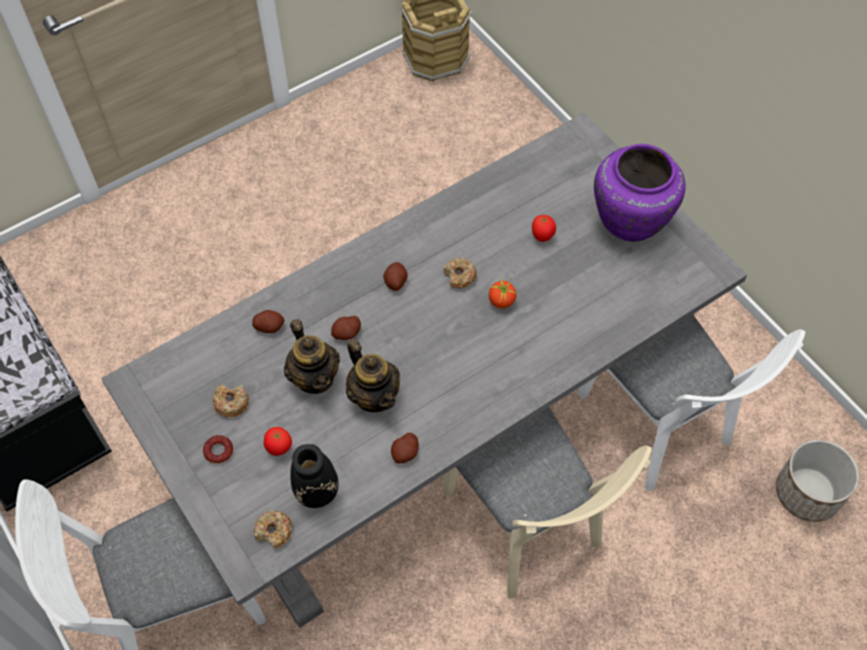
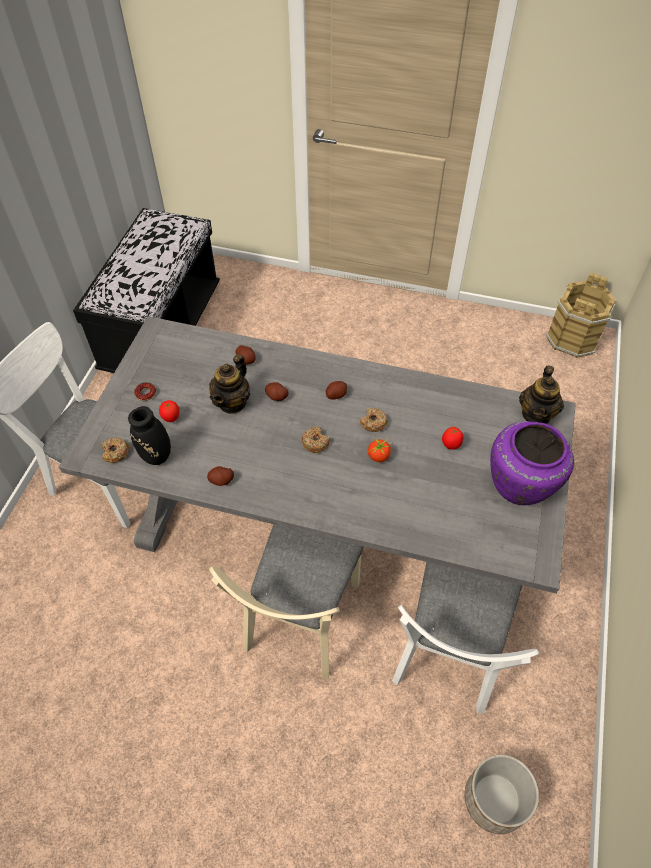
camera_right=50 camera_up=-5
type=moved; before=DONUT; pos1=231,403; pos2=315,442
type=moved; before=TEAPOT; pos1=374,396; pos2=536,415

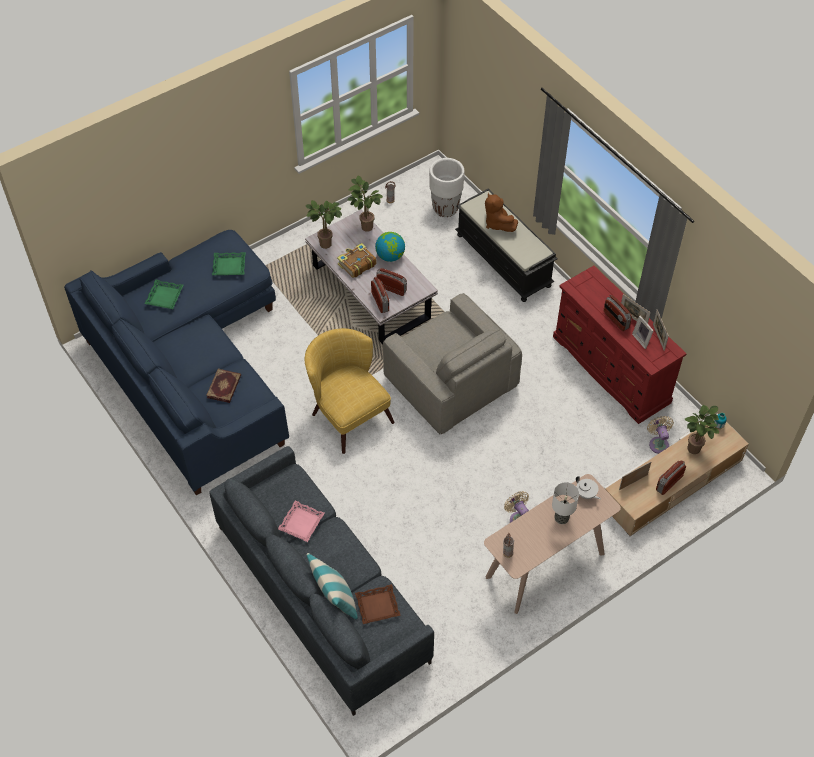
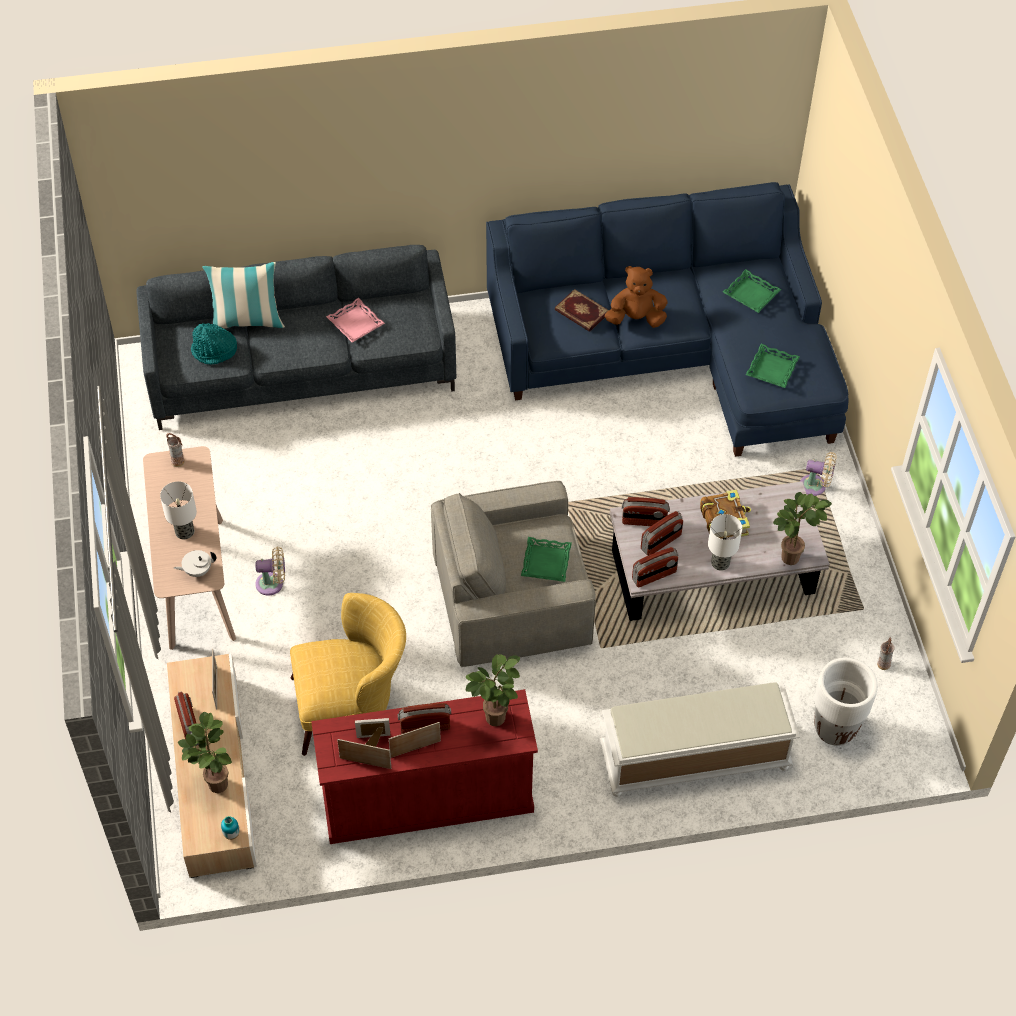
camera_right=115 camera_up=0
type=replaced; before=BROWN TRAY; after=TURQUOISE HAT; pos1=377,606; pos2=214,351
type=moved; before=YELLOW ARMCHAIR; pos1=347,413; pos2=352,707
type=moved; before=POTTED PLANT; pos1=327,243; pos2=495,721
type=added; after=GREEN TRAY; pos2=546,562
type=recoloured; before=BLACK BENCH; after=WHITE BENCH; pos1=504,260; pos2=693,759
type=moved; before=BROWN PLUSH TOY; pos1=497,223; pos2=636,318
type=added; after=RADIO; pos2=654,576
type=replaced; before=GLOBE; after=TABLE LAMP; pos1=390,256; pos2=720,563
type=moved; before=BEIGE FAN; pos1=658,443; pos2=815,486

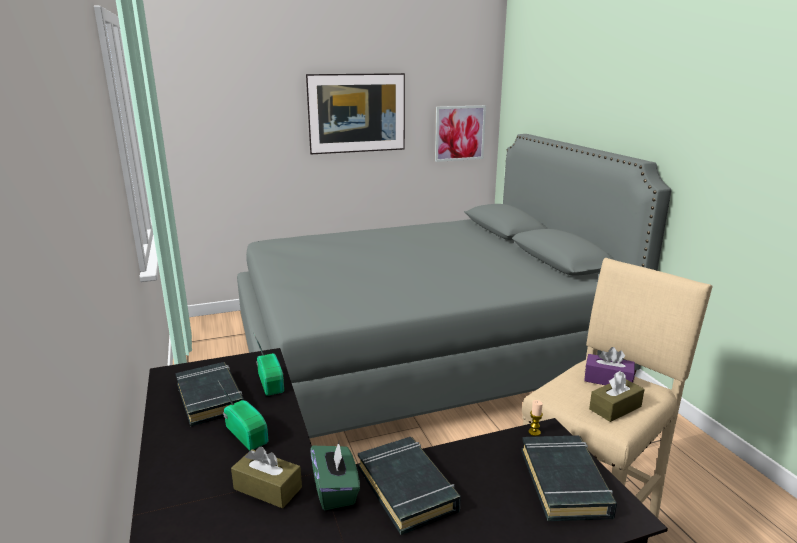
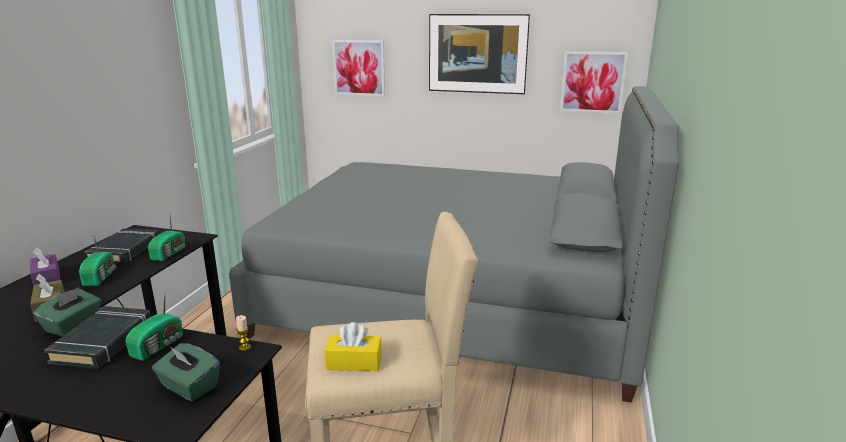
camera_right=35 camera_up=0
type=moved; before=PURPLE TISSUE BOX; pos1=608,380; pos2=47,279
type=added; after=RADIO; pos2=159,345
type=replaced; before=BLACK BOOK; after=GREEN TISSUE BOX; pos1=565,482; pos2=189,387
type=recoloured; before=BROWN TISSUE BOX; after=YELLOW TISSUE BOX; pos1=615,408; pos2=354,362
type=added; after=PICTURE; pos2=359,68

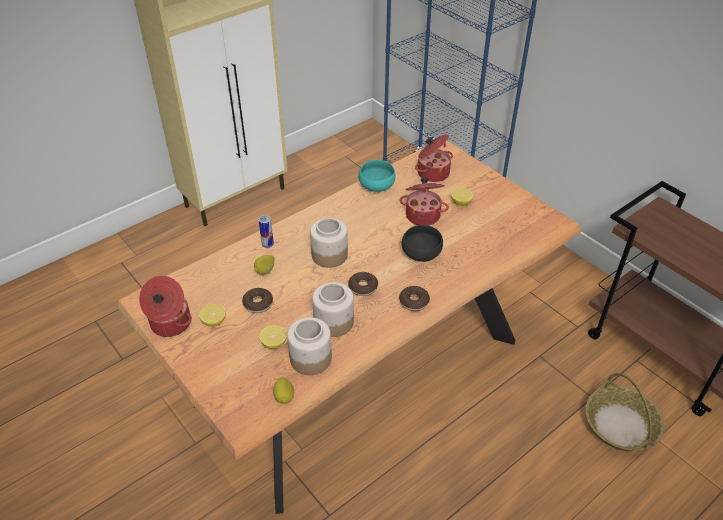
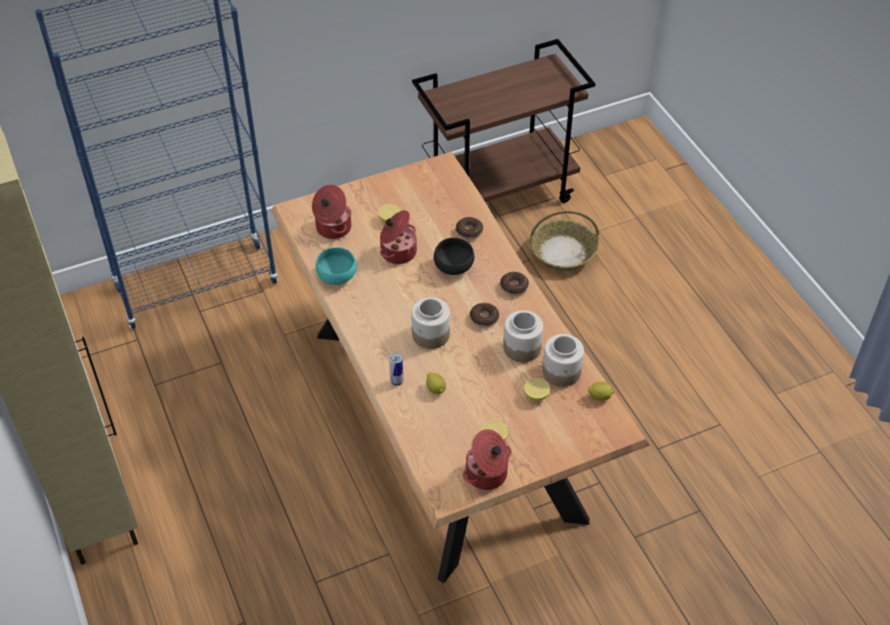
camera_right=-75 camera_up=5
type=moved; before=DONUT; pos1=258,304; pos2=469,231

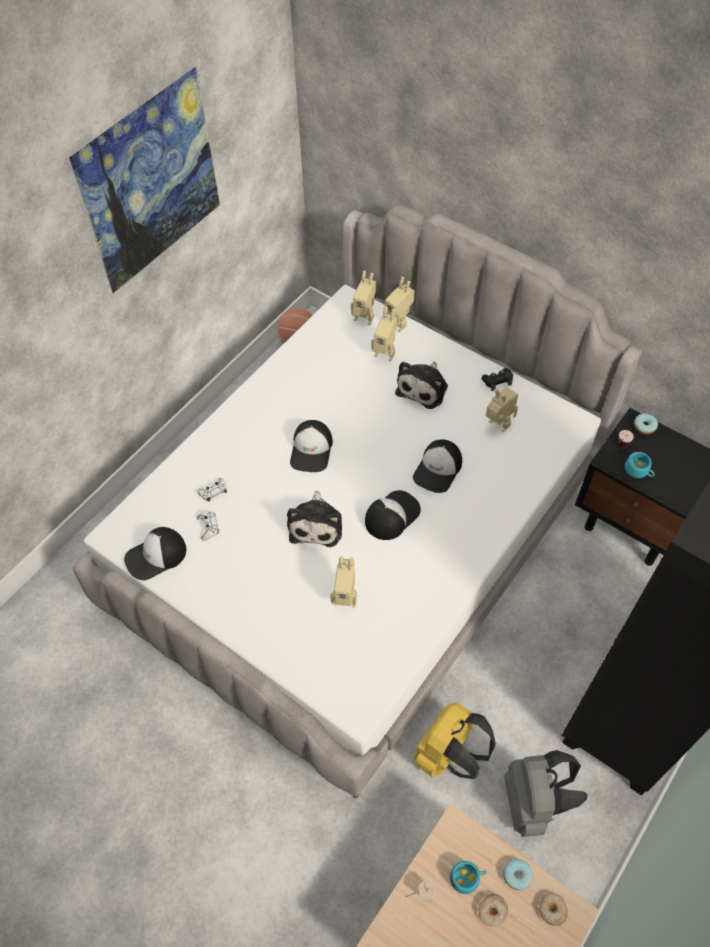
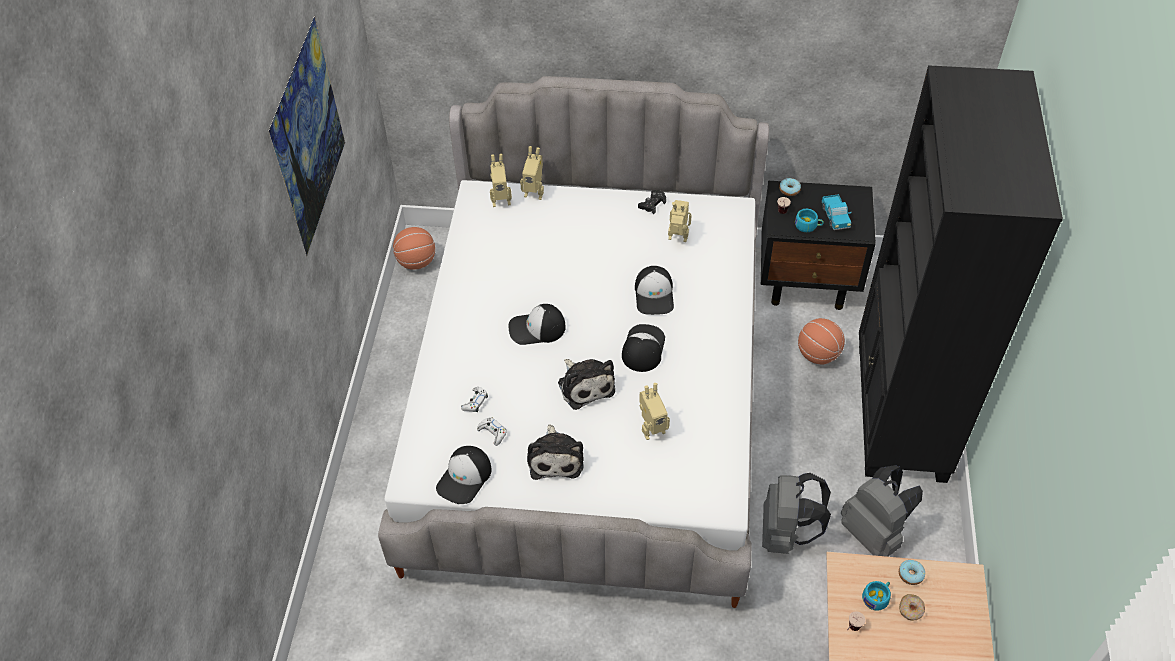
camera_right=-30 camera_up=-5
type=turned; before=CAP; pos1=312,450; pos2=536,329; turn=105
type=moved; before=PLUSH TOY; pos1=423,387; pos2=555,457
type=recoloured; before=YELLOW BACKPACK; after=GREY BACKPACK; pos1=449,755; pos2=786,533
type=added; after=BASKETBALL; pos2=818,354
type=added; after=TOY TRUCK; pos2=835,218
type=removed; before=TOY ROBOT; pos1=385,352
type=removed; before=DONUT; pos1=551,910

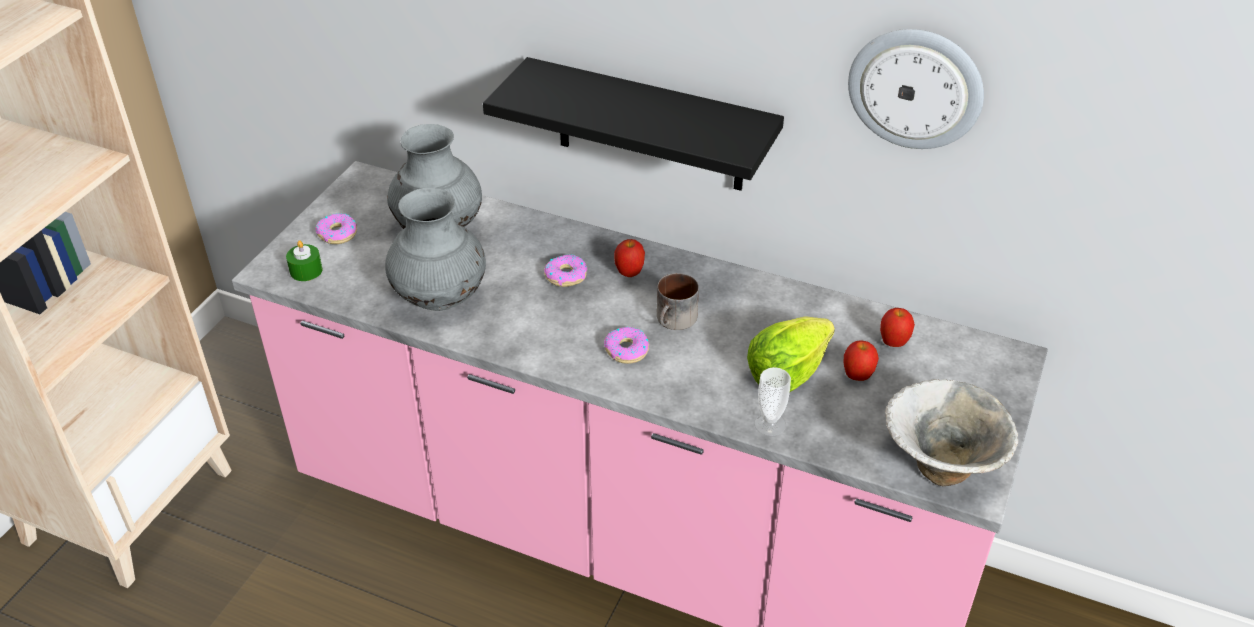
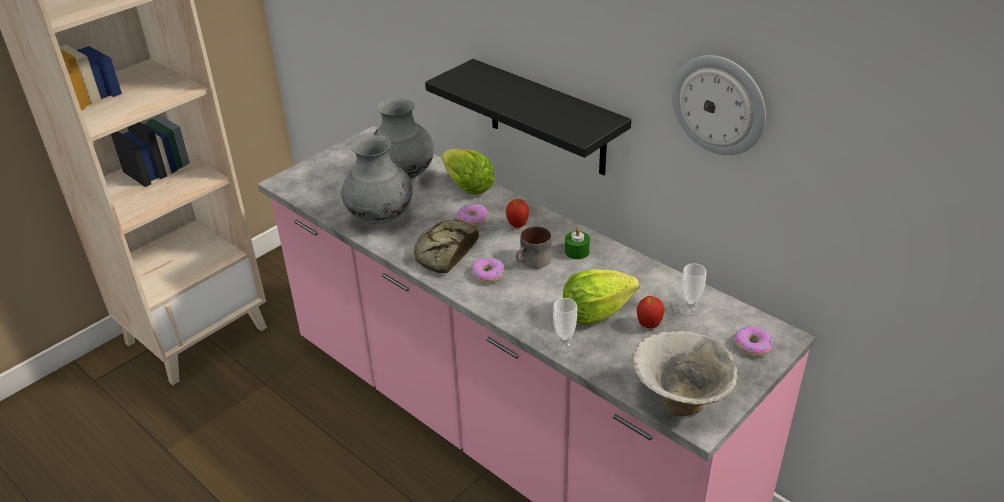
camera_right=20 camera_up=-5
type=added; after=BREAD; pos2=445,253
type=added; after=LETTUCE; pos2=467,186
type=moved; before=GREEN CANDLE; pos1=306,270; pos2=577,251
type=replaced; before=APPLE; after=CUP; pos1=893,343; pos2=689,308
type=moved; before=DONUT; pos1=337,234; pos2=752,345

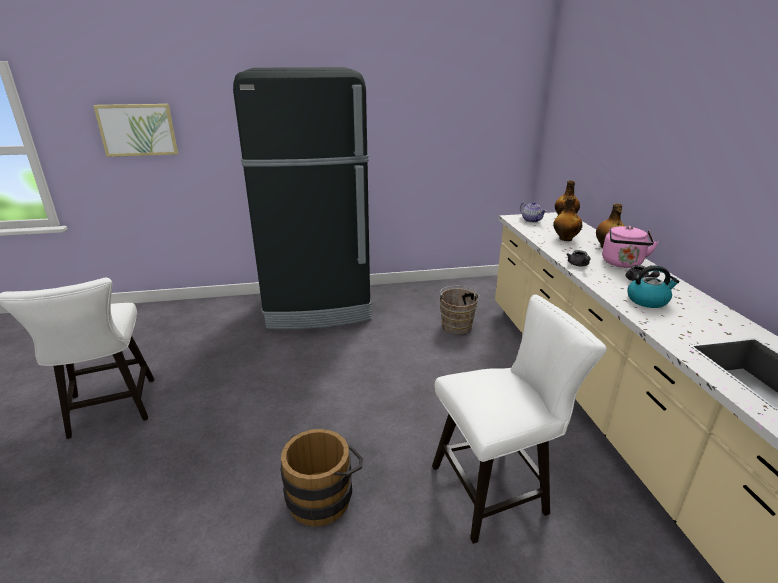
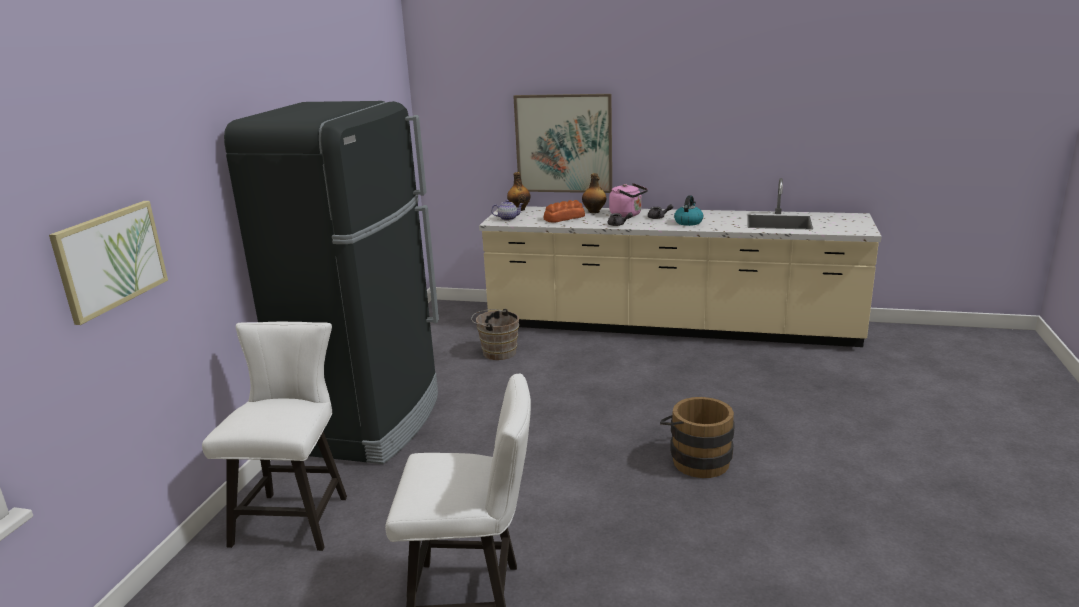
camera_right=-65 camera_up=-5
type=moved; before=WHITE CHAIR; pos1=496,489; pos2=295,516
type=added; after=PICTURE; pos2=563,143
type=replaced; before=BOTTLE; after=BREAD; pos1=565,239; pos2=563,218

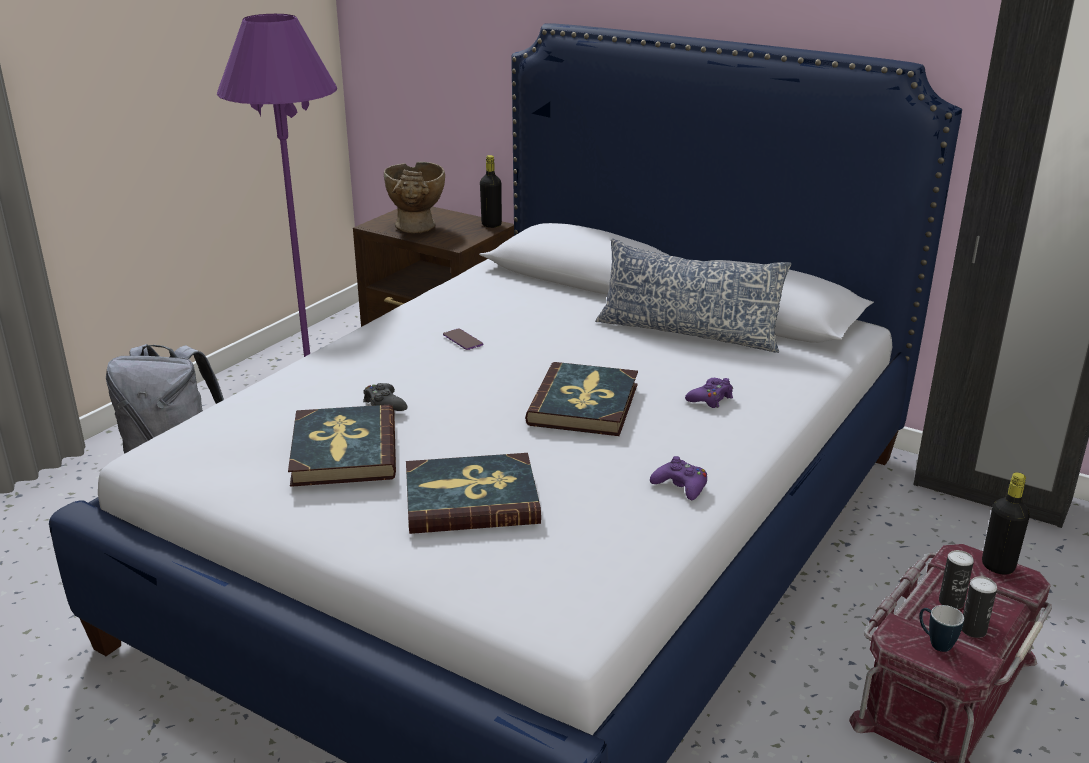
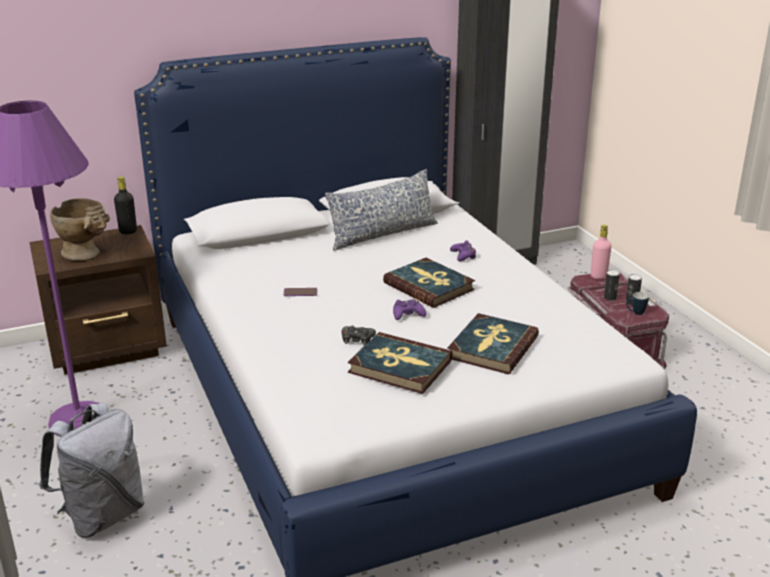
camera_right=-55 camera_up=0
type=moved; before=PURPLE GAME CONTROLLER; pos1=681,486; pos2=408,314
type=recoloured; before=BLACK BOTTLE; after=PINK BOTTLE; pos1=998,566; pos2=598,276

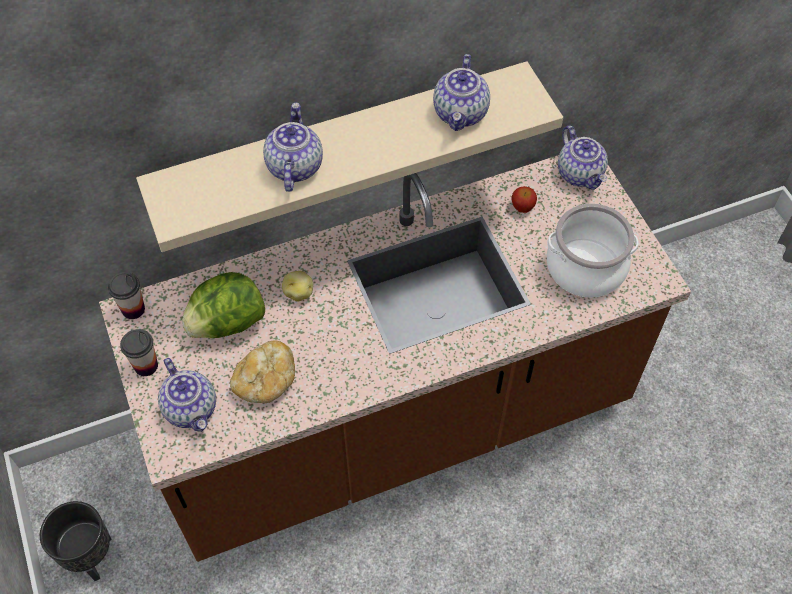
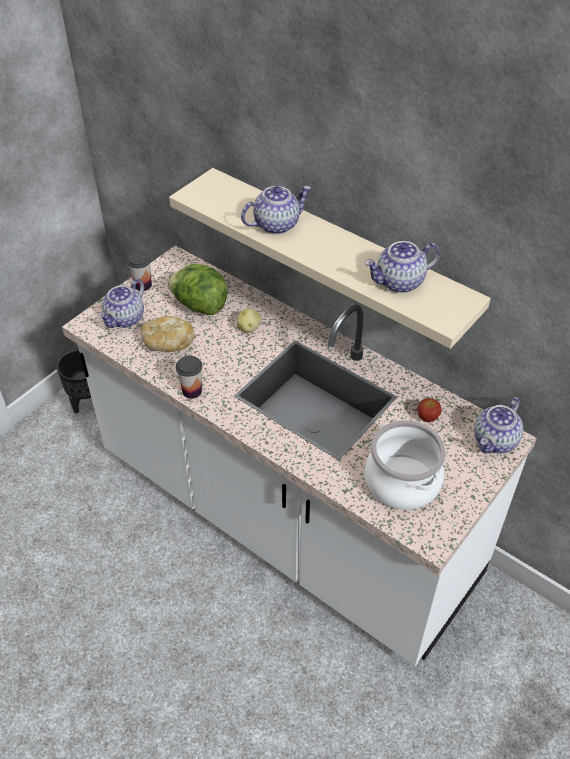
camera_right=60 camera_up=-10
type=recoloured; before=BROWN COUNTER; after=WHITE COUNTER; pos1=396,424; pos2=285,517
type=moved; before=CUP; pos1=133,309; pos2=192,391

